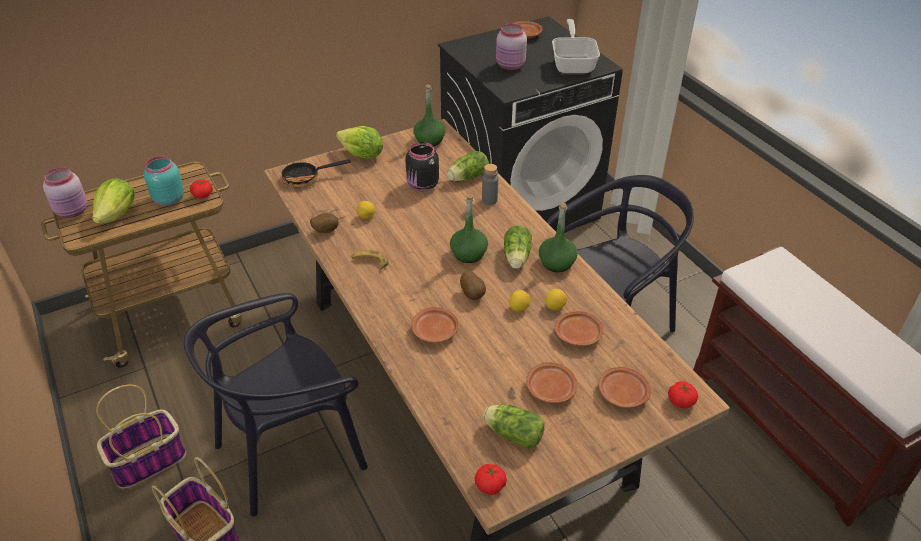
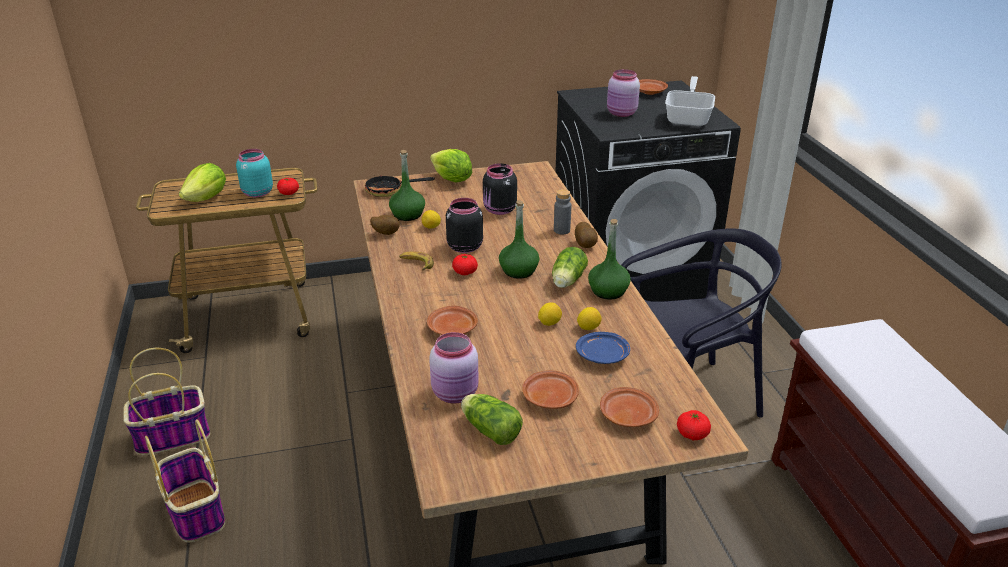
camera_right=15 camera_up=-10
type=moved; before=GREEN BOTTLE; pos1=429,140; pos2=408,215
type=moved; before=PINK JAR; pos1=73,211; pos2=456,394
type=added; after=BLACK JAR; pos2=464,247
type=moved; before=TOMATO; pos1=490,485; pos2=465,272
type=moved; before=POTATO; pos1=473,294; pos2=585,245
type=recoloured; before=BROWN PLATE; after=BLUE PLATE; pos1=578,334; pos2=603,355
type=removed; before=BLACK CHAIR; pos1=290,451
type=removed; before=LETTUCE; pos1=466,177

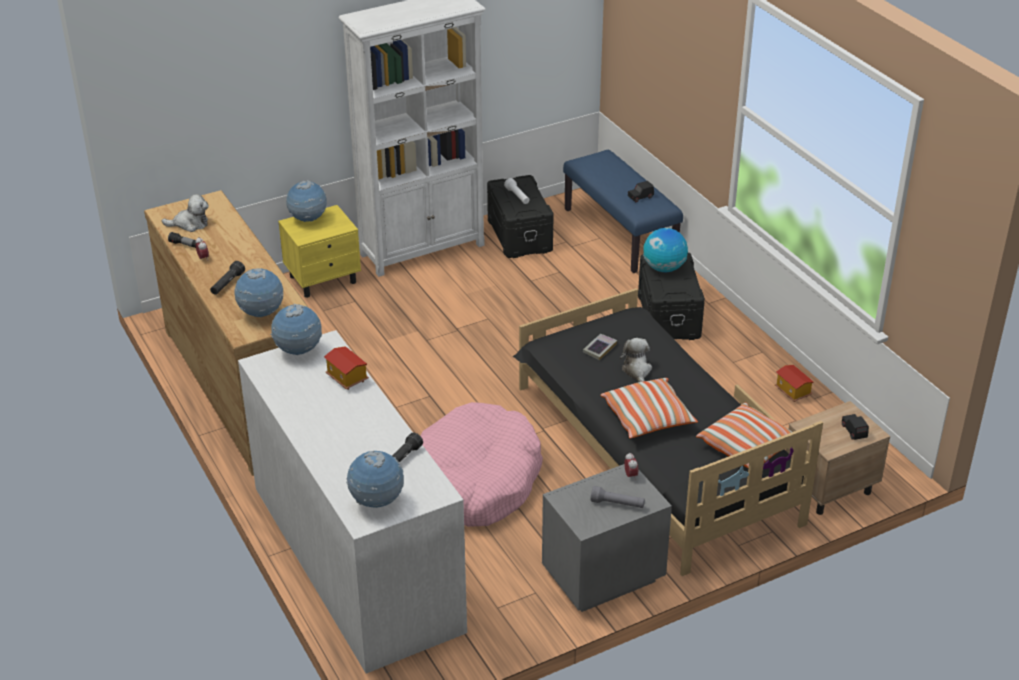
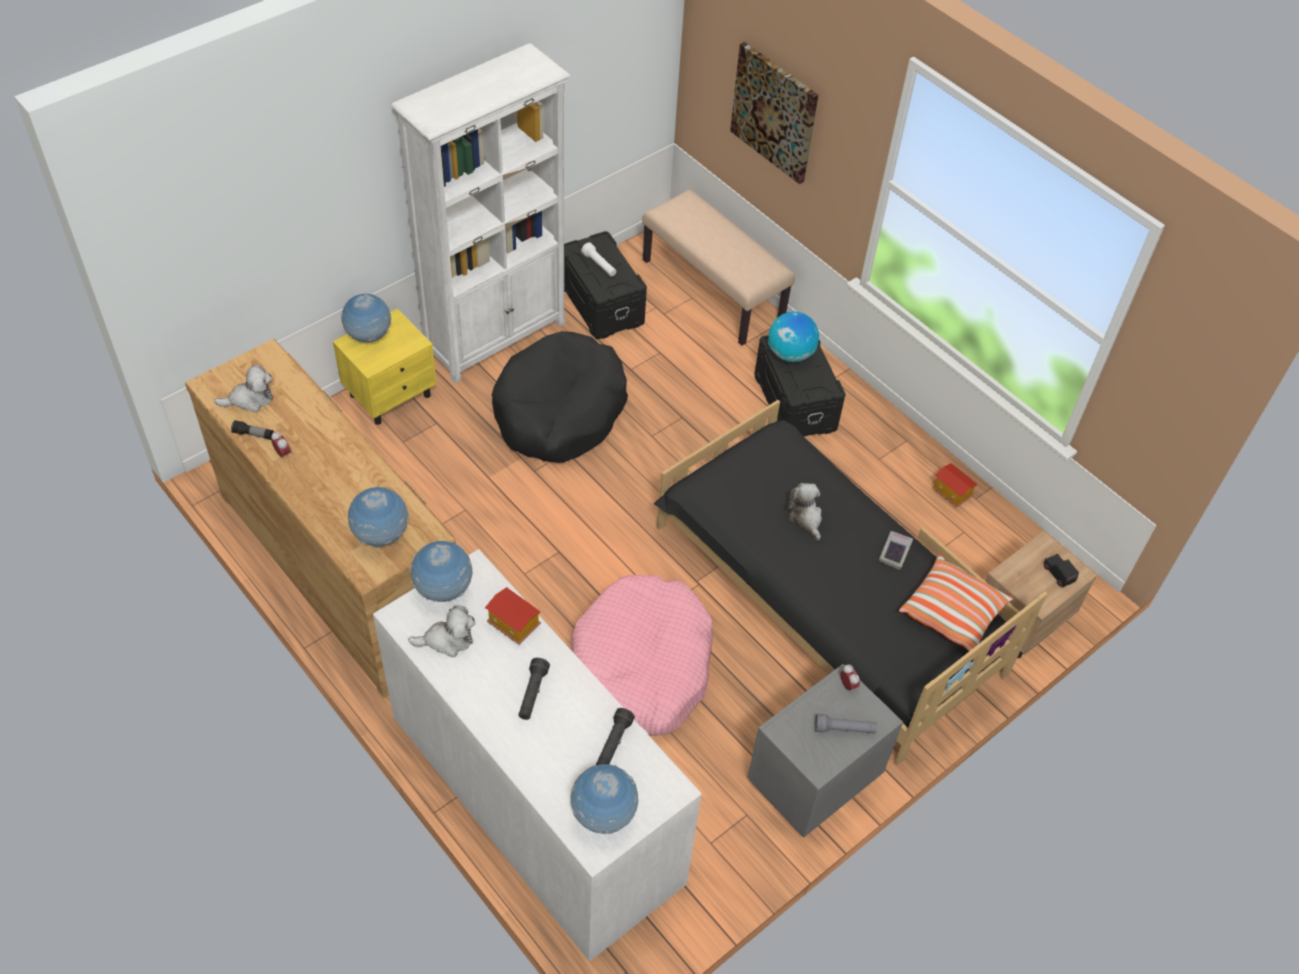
camera_right=-15 camera_up=15
type=added; after=PLUSH TOY; pos2=447,640
type=added; after=BLACK DOG BED; pos2=559,411
type=moved; before=BLACK FLASHLIGHT; pos1=227,284; pos2=532,694
type=recoloured; before=BLUE BENCH; after=BEIGE BENCH; pos1=620,234; pos2=713,290
type=added; after=PICTURE; pos2=775,112
type=moved; before=BOOK; pos1=599,349; pos2=894,552
type=removed; before=PILLOW; pos1=648,419
type=removed; before=BLACK TOY CAR; pos1=640,197

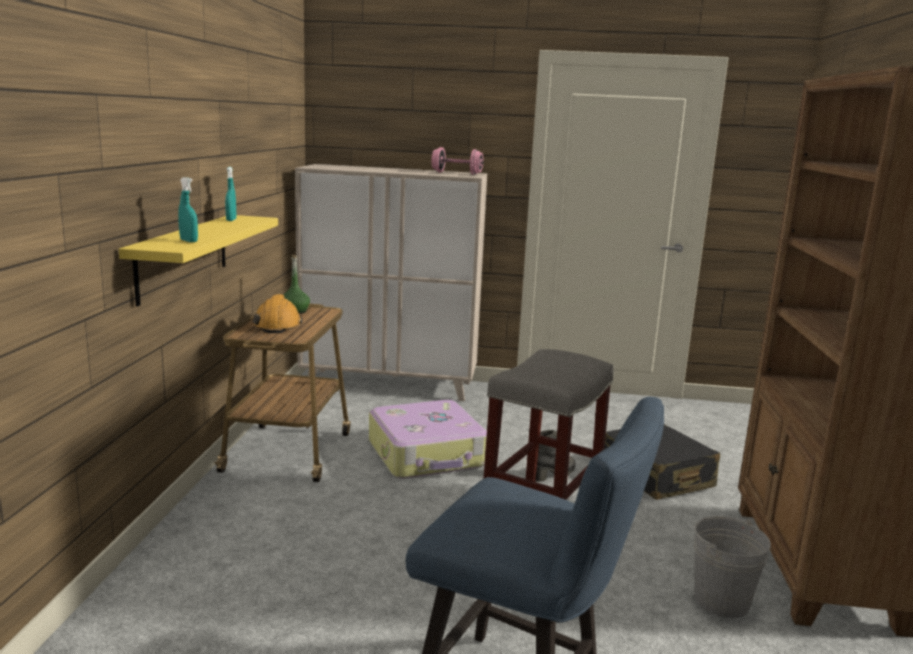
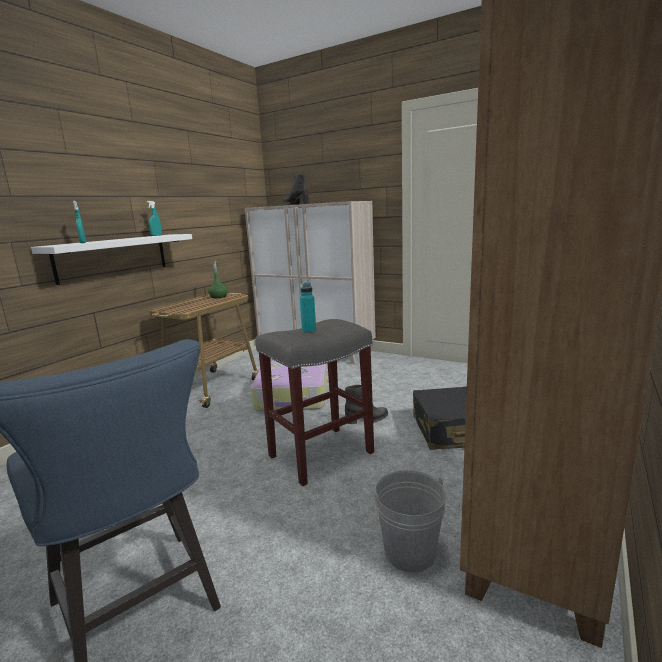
camera_right=25 camera_up=0
type=recoloured; before=YELLOW SHELF; after=WHITE SHELF; pos1=183,256; pos2=113,257
type=added; after=BLACK BOOT; pos2=295,204
type=added; after=TURQUOISE BOTTLE; pos2=309,331
type=removed; before=ORANGE HARD HAT; pos1=277,325
type=removed; before=PINK DUMBBELL; pos1=456,173

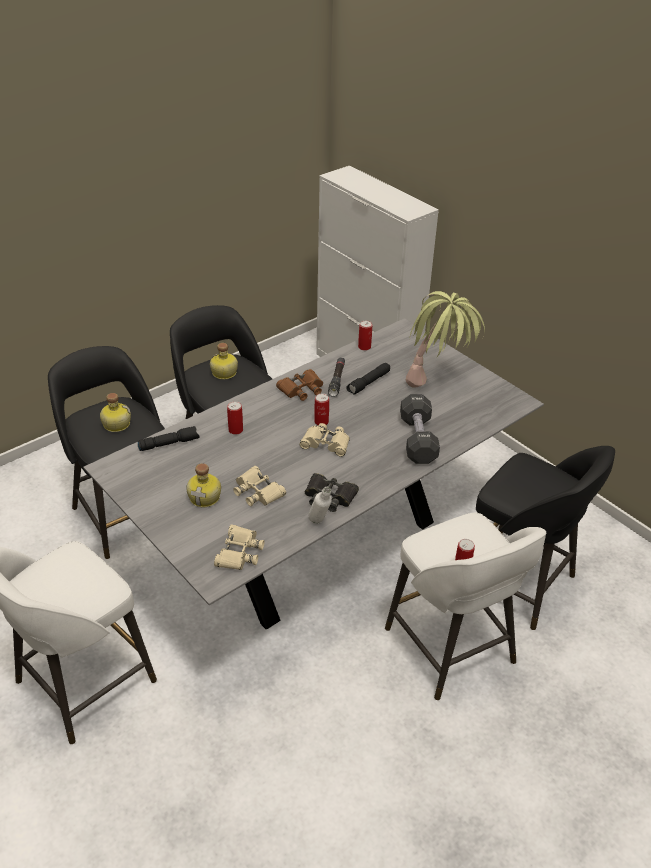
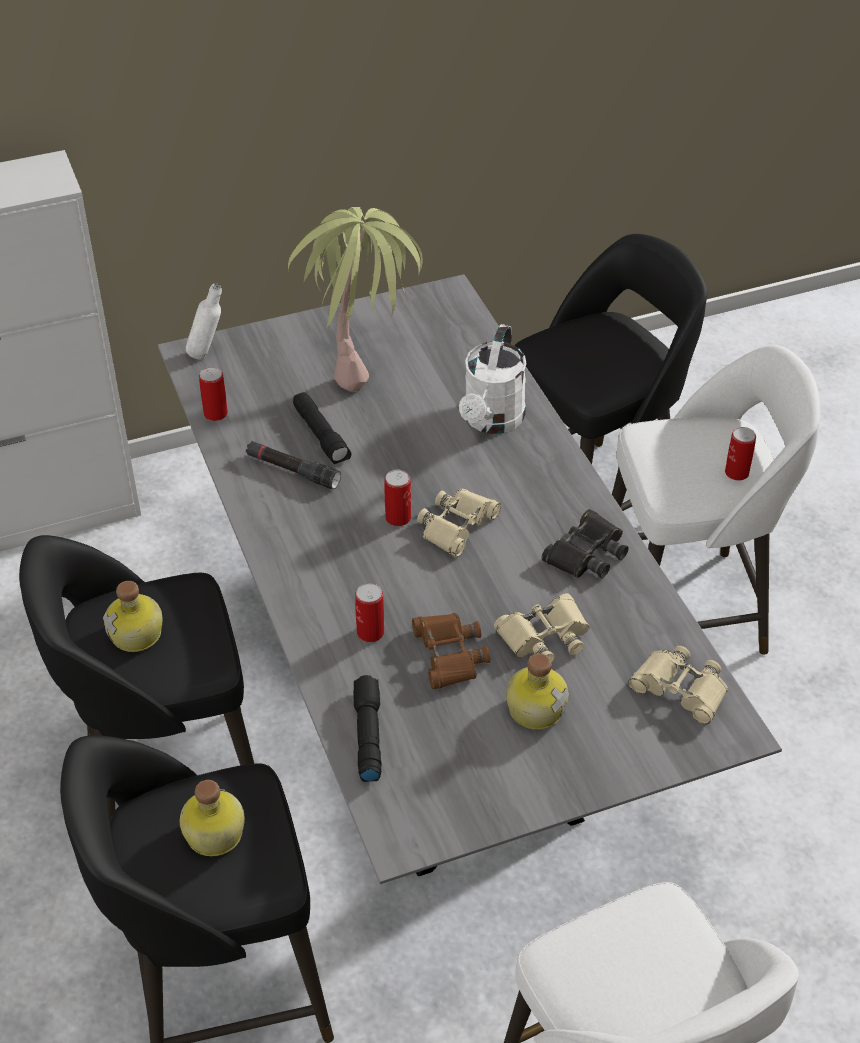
camera_right=-70 camera_up=5
type=moved; before=WHITE BOTTLE; pos1=319,524; pos2=207,354
type=moved; before=BROWN BINOCULARS; pos1=301,389; pos2=449,654
type=replaced; before=BLACK DUMBBELL; after=WHITE WATERING CAN; pos1=418,439; pos2=491,421

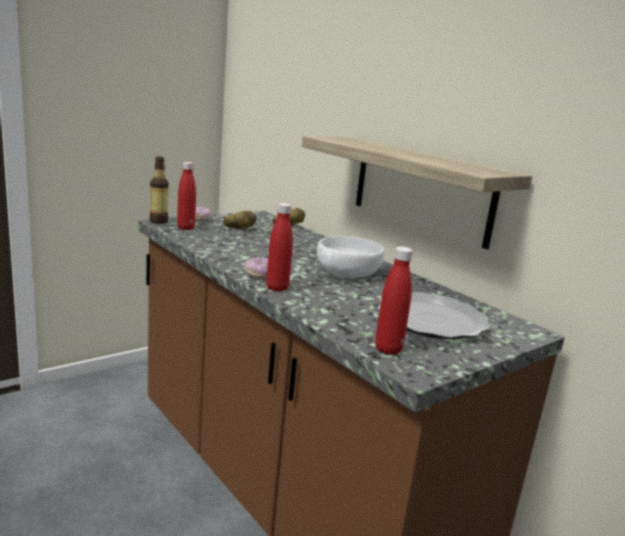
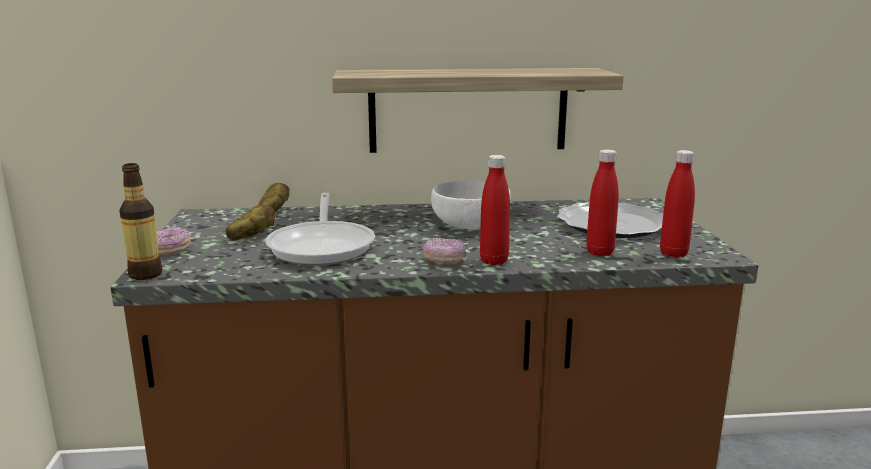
camera_right=-55 camera_up=0
type=added; after=FRYING PAN; pos2=323,246
type=moved; before=RED BOTTLE; pos1=186,228; pos2=599,252

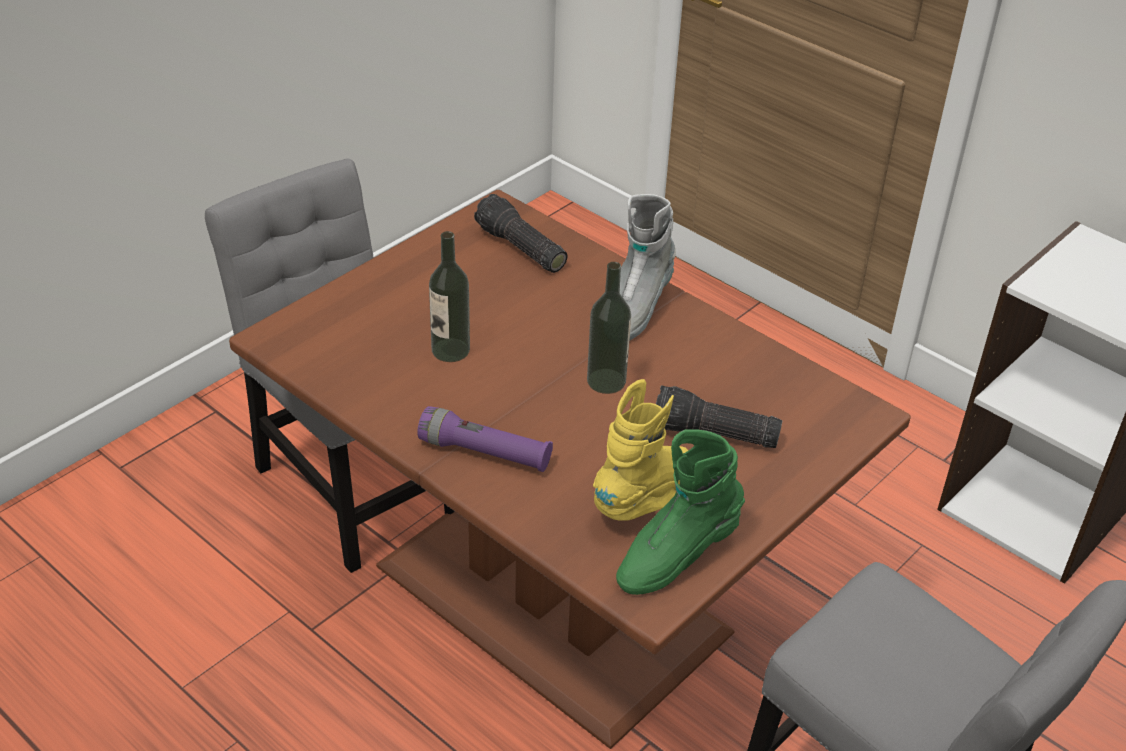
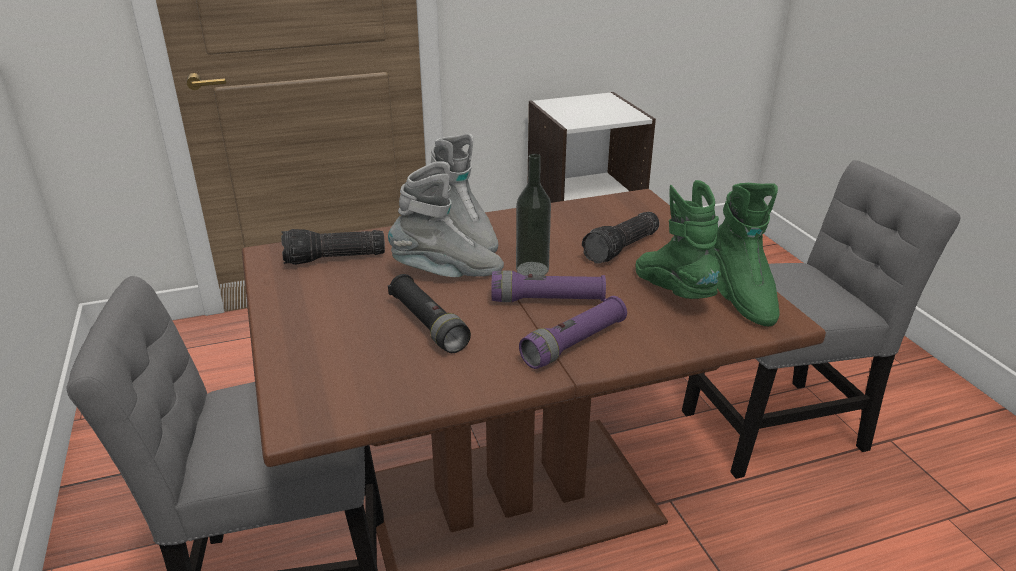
camera_right=-60 camera_up=-10
type=added; after=GREY BOOT; pos2=447,273
type=replaced; before=BOTTLE; after=BLACK FLASHLIGHT; pos1=450,350; pos2=428,324
type=added; after=PURPLE FLASHLIGHT; pos2=547,300
type=recoloured; before=YELLOW BOOT; after=GREEN BOOT; pos1=645,498; pos2=673,291

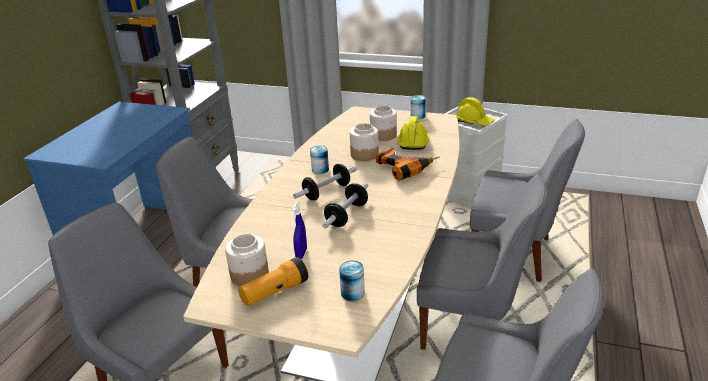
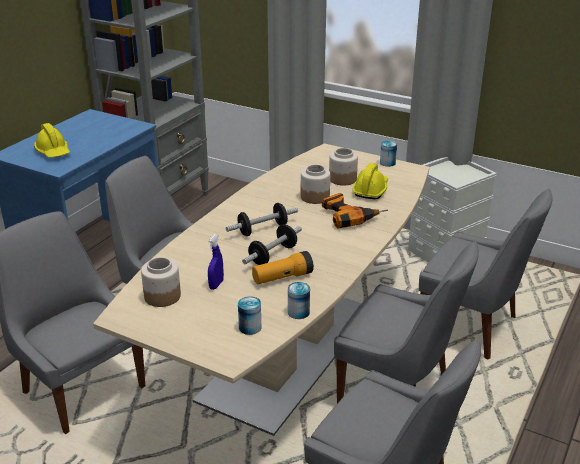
camera_right=10 camera_up=0
type=moved; before=YELLOW HARD HAT; pos1=474,121; pos2=53,152
type=moved; before=FLASHLIGHT; pos1=275,292; pos2=282,278
type=moved; before=CAN; pos1=320,169; pos2=298,312

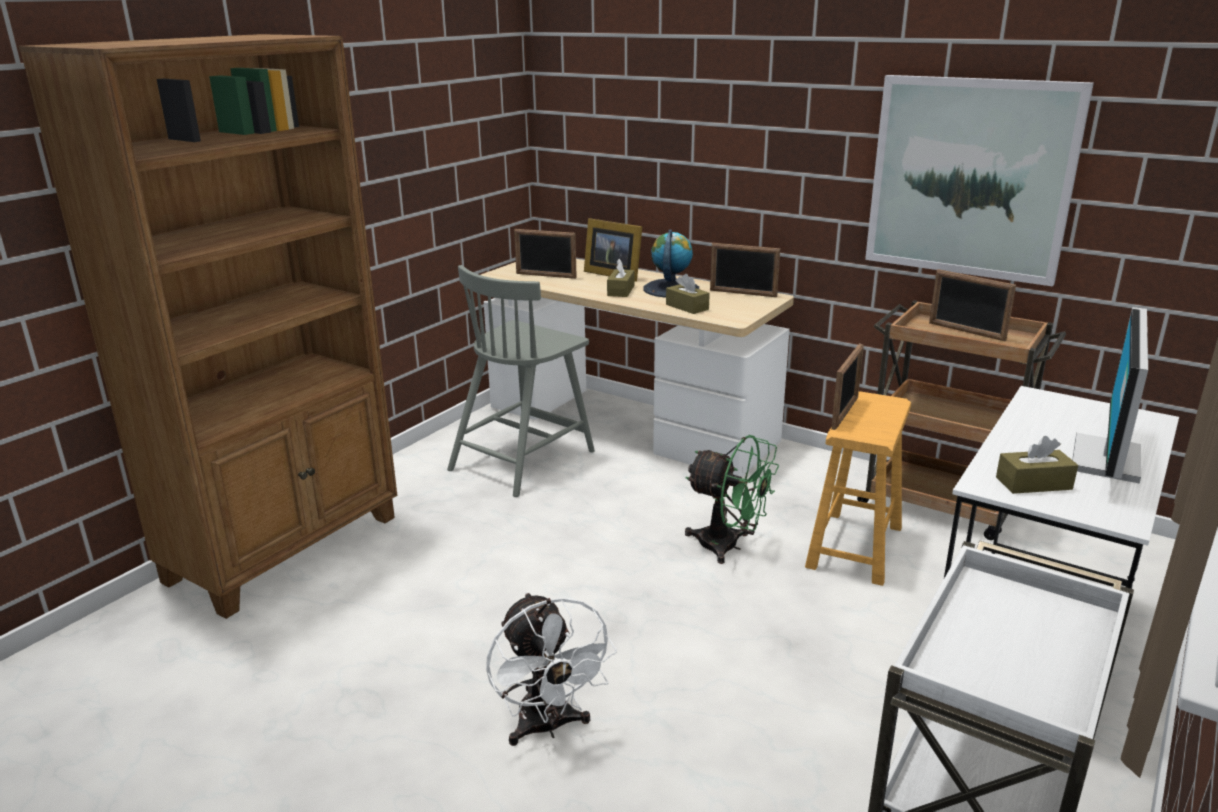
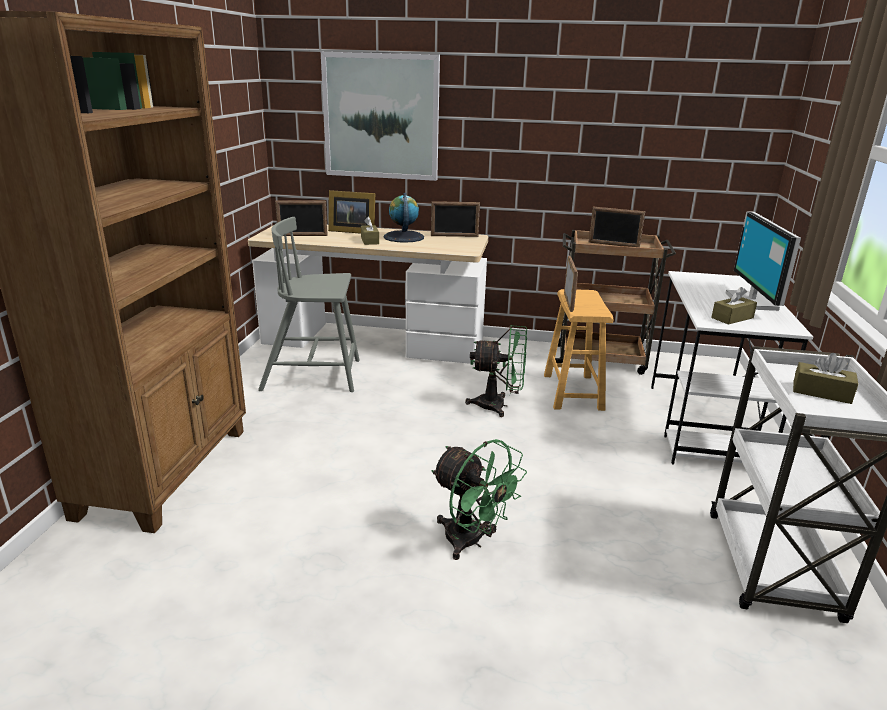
camera_right=-25 camera_up=0
type=turned; before=GREY CHAIR; pos1=523,459; pos2=314,375; turn=75
type=moved; before=PICTURE; pos1=970,178; pos2=381,117
type=recoloured; before=WHITE FAN; after=GREEN FAN; pos1=548,727; pos2=471,542
type=moved; before=BROWN TISSUE BOX; pos1=687,307; pos2=821,392

